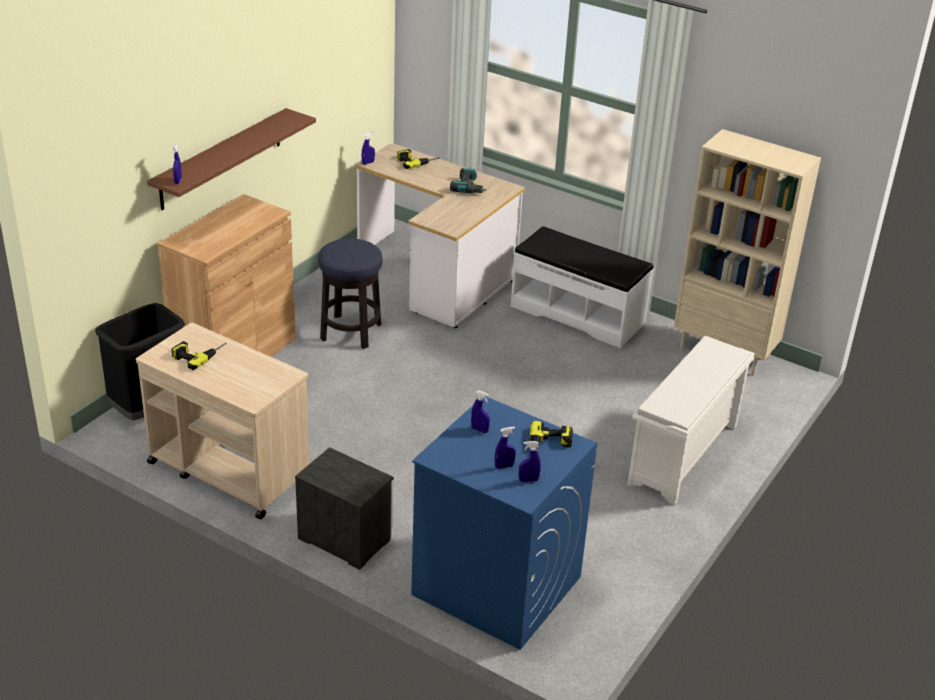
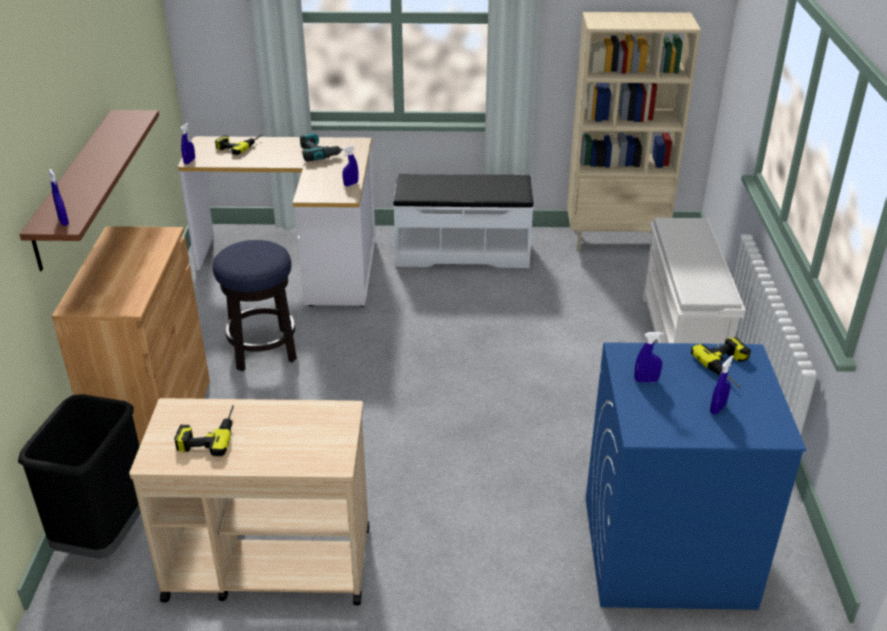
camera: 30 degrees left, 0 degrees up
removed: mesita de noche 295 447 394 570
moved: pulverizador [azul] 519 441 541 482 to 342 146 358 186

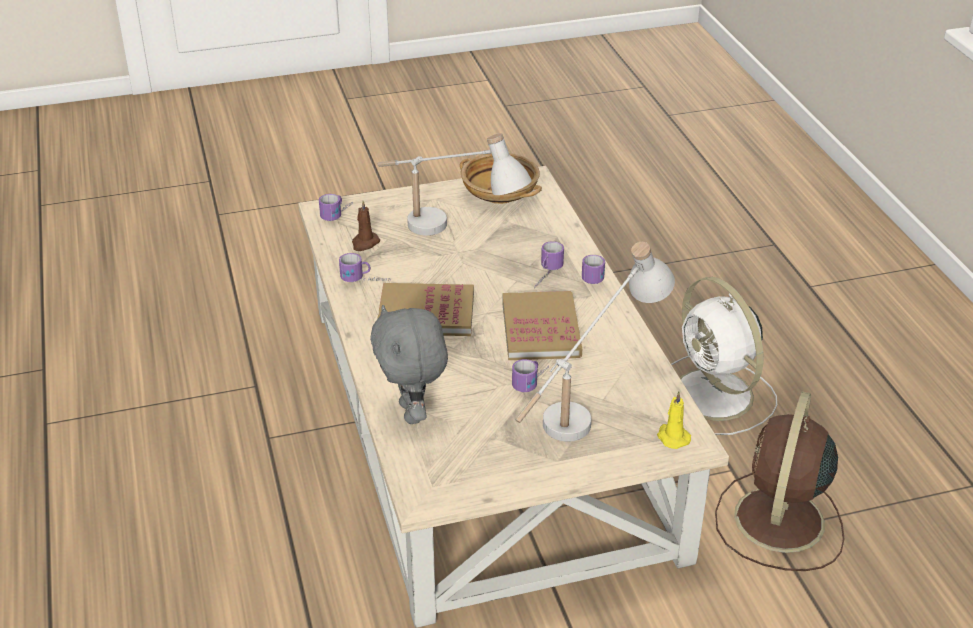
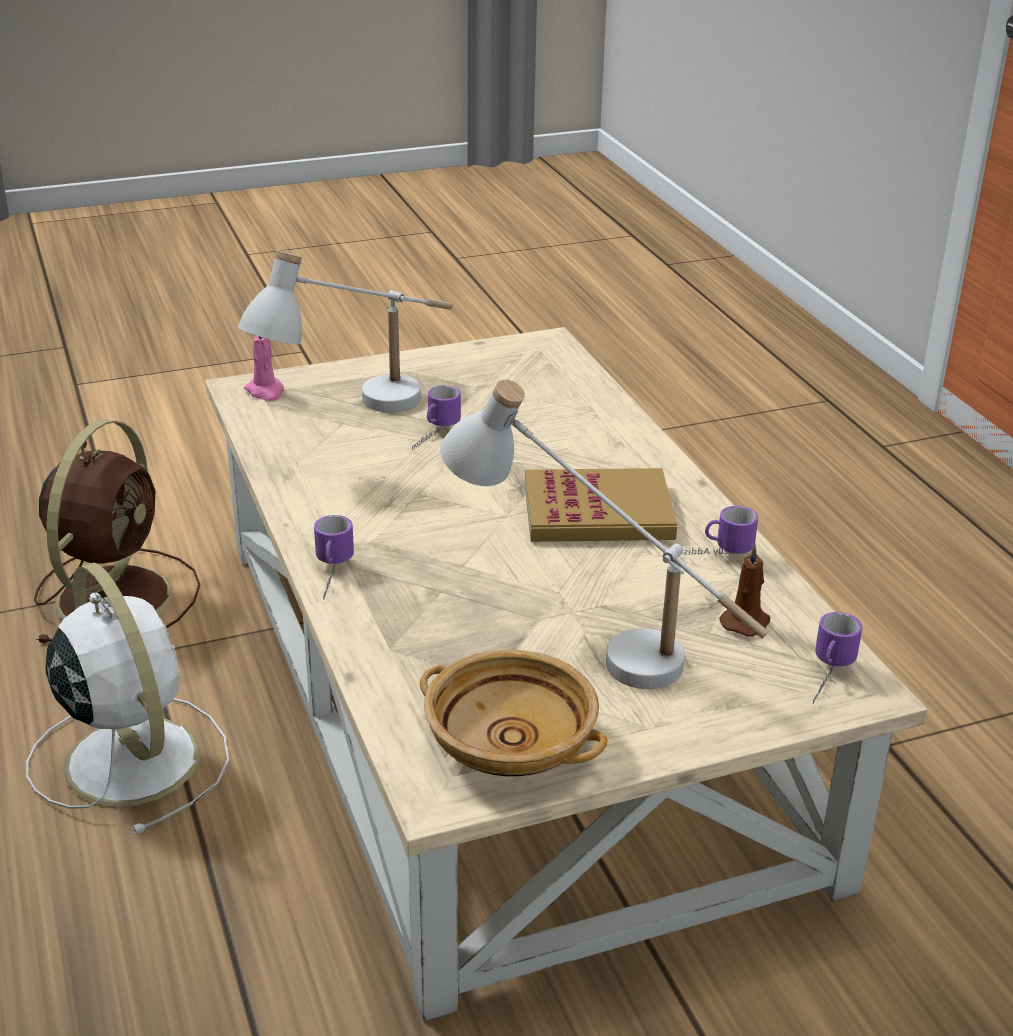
camera: 175 degrees right, 5 degrees down
removed: peluche [gris] 370 305 448 424; libro 502 291 582 360; taza grande 534 241 564 289
recoloured: vela [amarillo] 657 392 691 449 to vela [rosa] 244 336 284 401

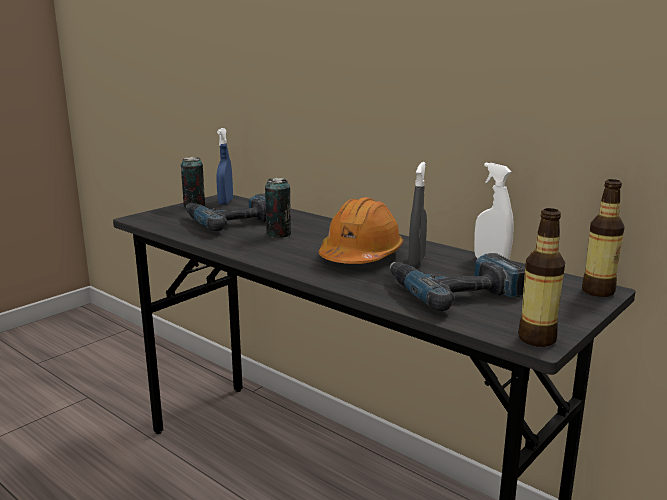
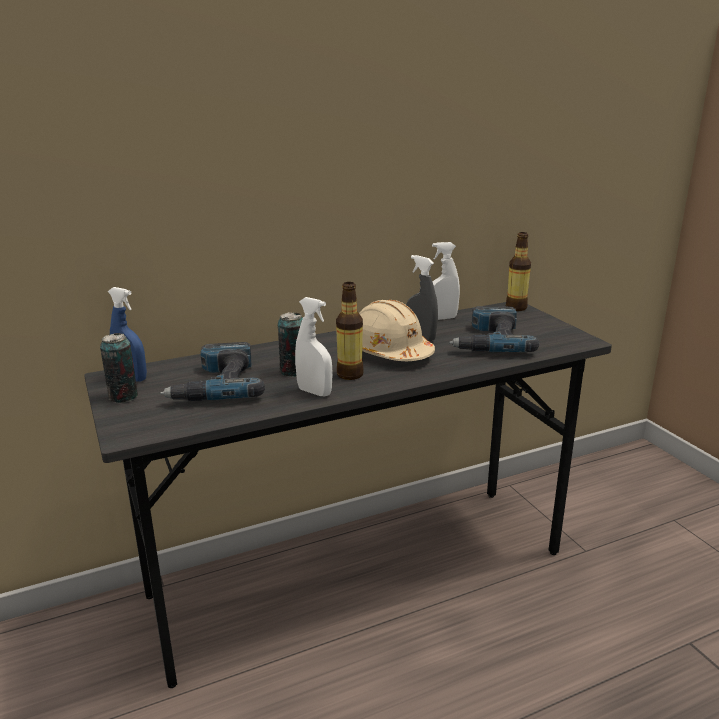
camera: 65 degrees left, 5 degrees up
added: pulverizador [blanco] 295 297 333 397
moved: botella 518 208 565 347 to 336 282 364 380
recoloured: casco [naranja] 319 197 403 264 to casco [beis] 359 300 435 361

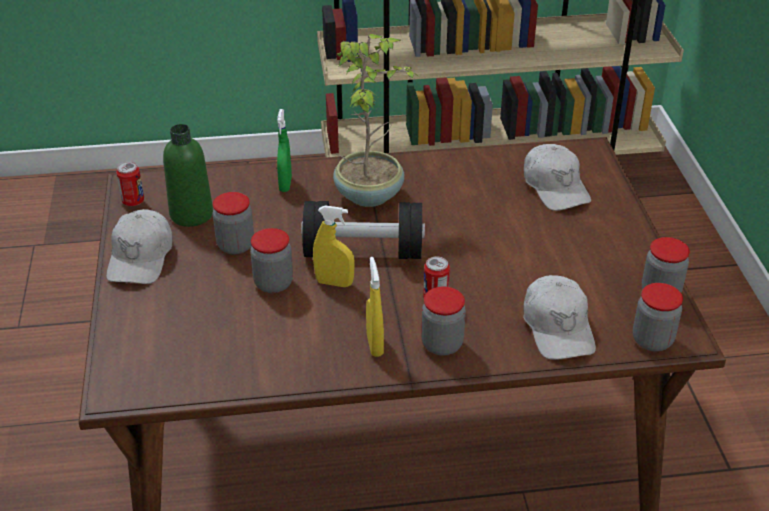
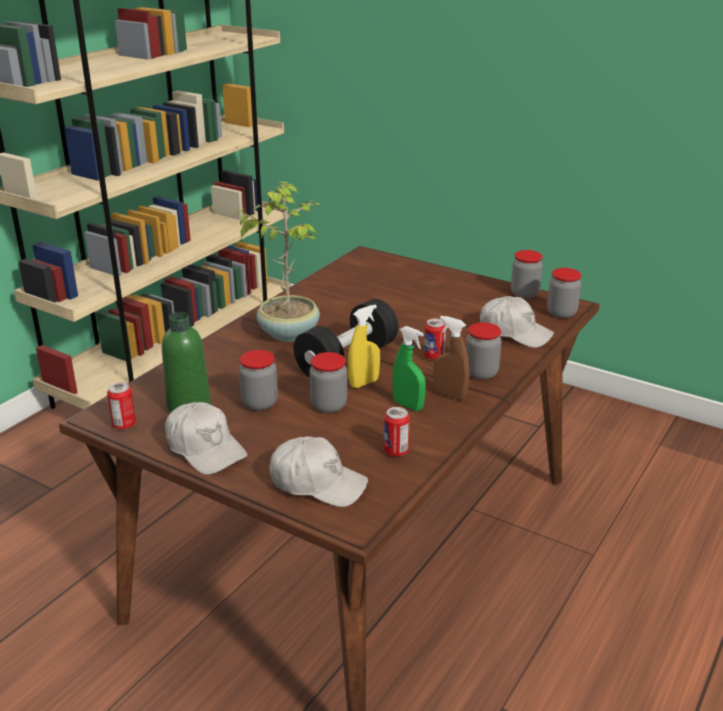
camera: 50 degrees left, 10 degrees down
added: lata 384 407 410 456
moved: gorra [blanco] 524 144 591 211 to 269 436 368 507; pulverizador [verde] 277 109 292 192 to 392 326 426 411
recoloured: pulverizador [amarillo] 366 257 384 357 to pulverizador [marrón] 433 316 469 400

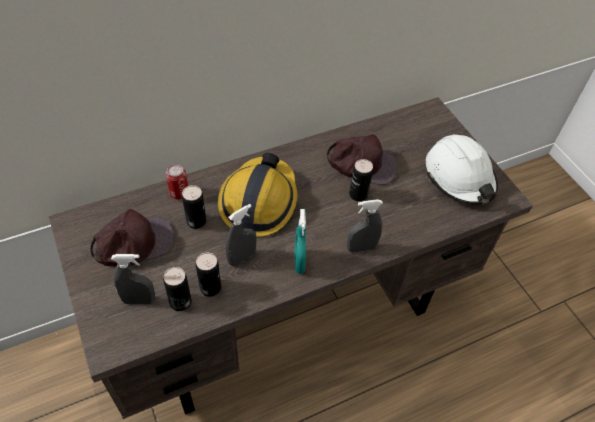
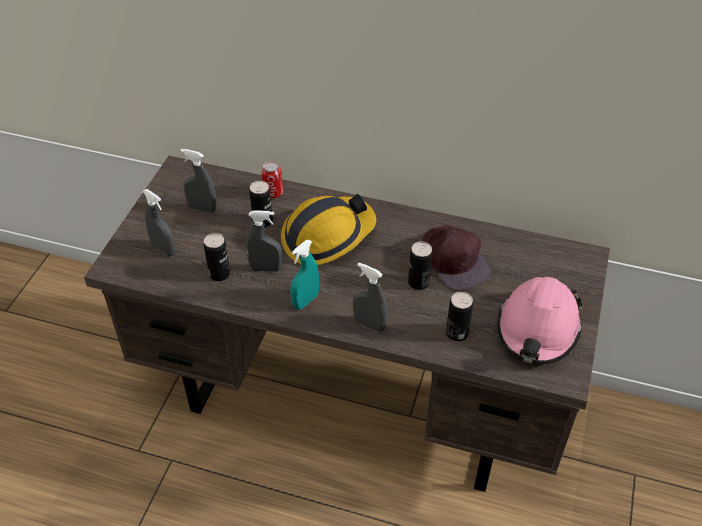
camera: 45 degrees right, 5 degrees down
moved: lata 163 267 191 311 to 446 292 473 341
replaced: gorra [marrón] 90 209 175 267 to pulverizador [gris] 180 149 217 213
recoloured: casco [blanco] 426 134 498 205 to casco [rosa] 497 277 583 365

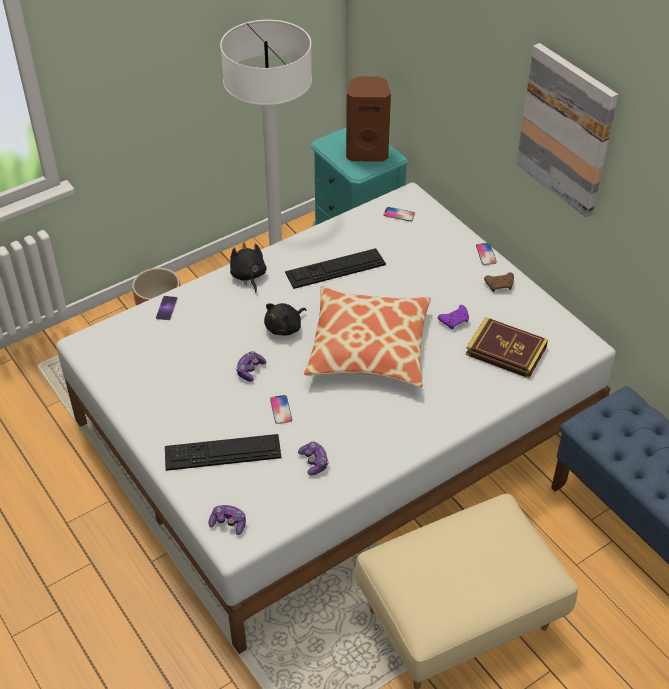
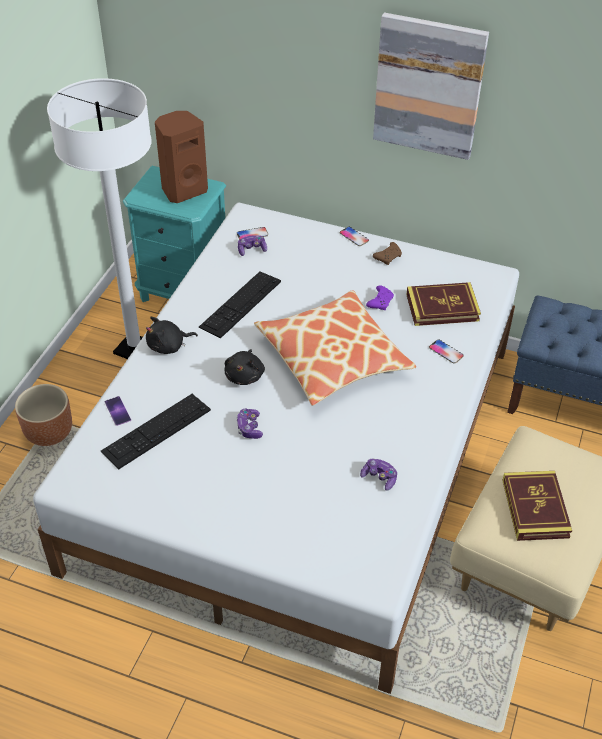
camera: 35 degrees left, 0 degrees up
added: libro 502 471 572 541
moved: teclado 165 434 281 471 to 100 394 211 470; mando de consola 208 505 246 535 to 238 235 267 256; móvil 270 395 292 424 to 429 339 464 364
turned: peluche [negro] 230 242 267 293 = 146 317 198 354 60 degrees counterclockwise

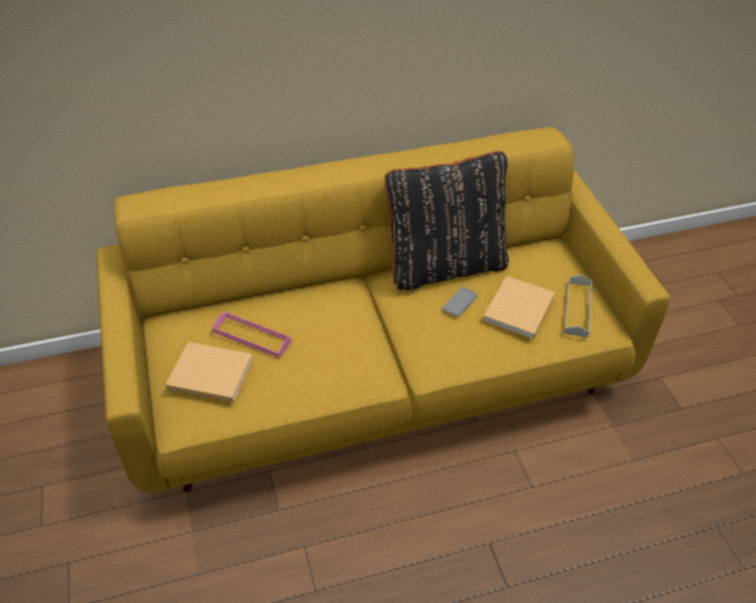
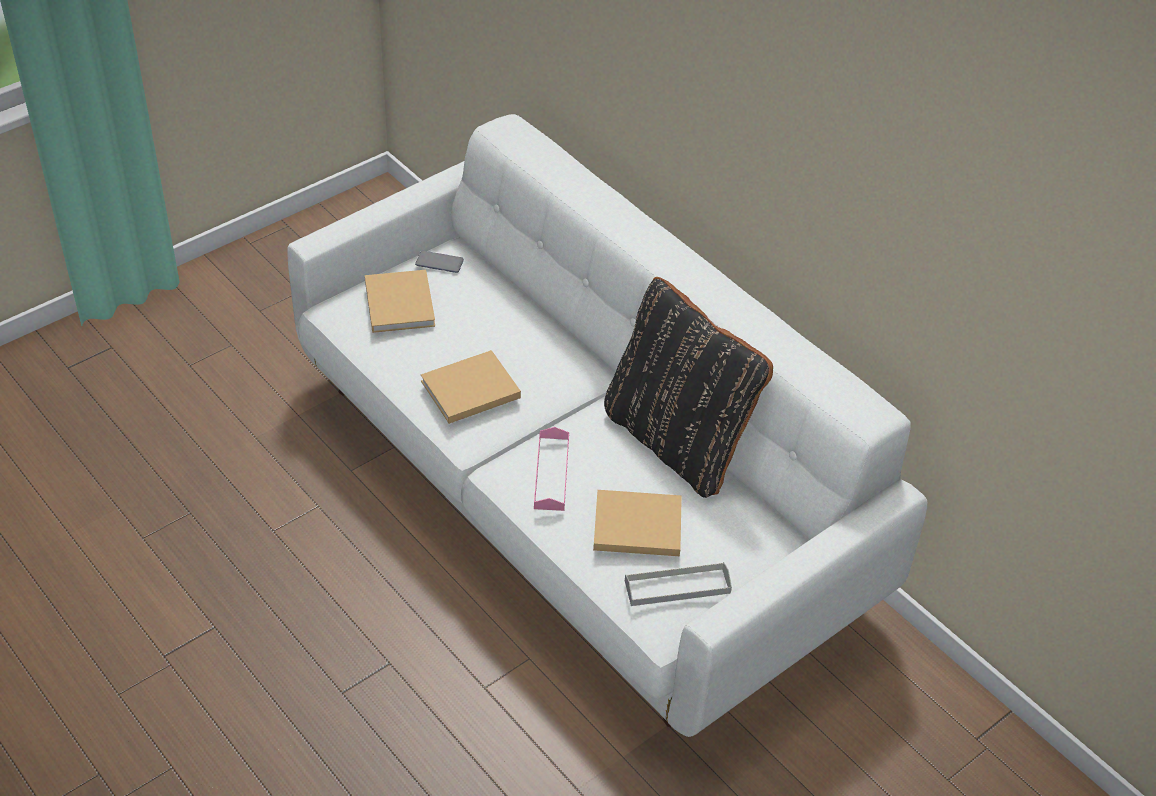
camera: 65 degrees right, 0 degrees up
added: libro [beis] 421 350 521 424
moved: móvil 442 287 478 317 to 415 251 464 273; bandeja [rosa] 213 312 292 358 to 534 427 569 511
recoloured: sofá [amarillo] 96 127 670 492 to sofá [blanco] 287 114 927 737

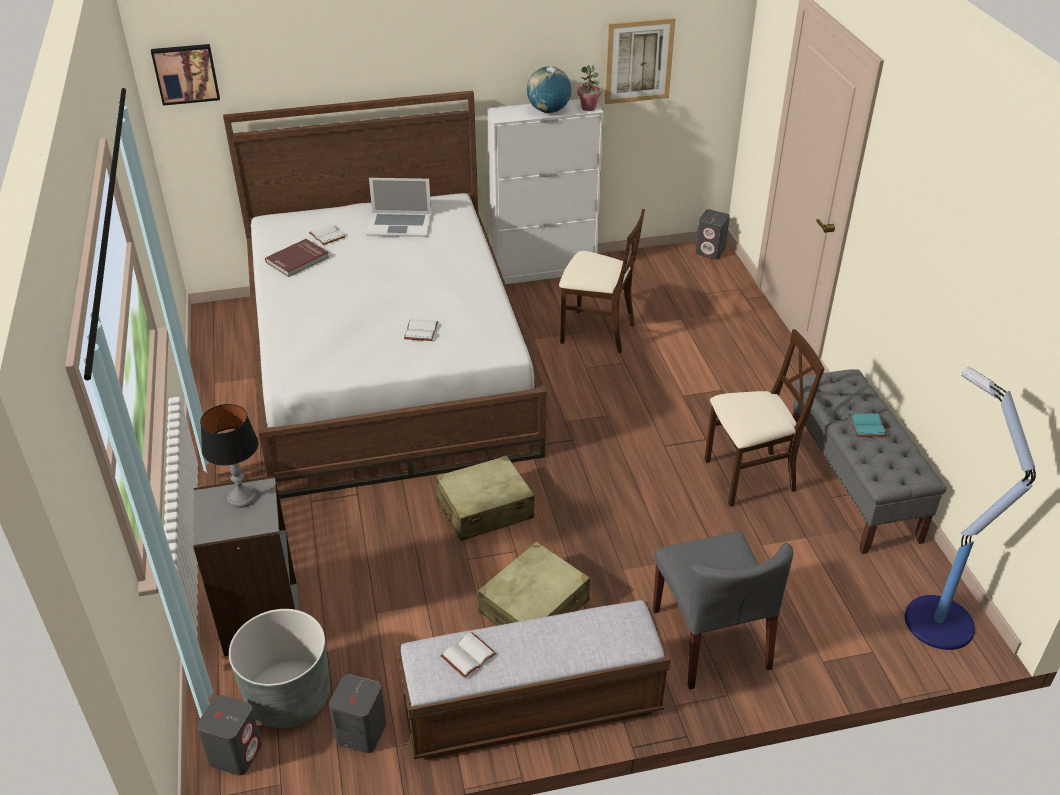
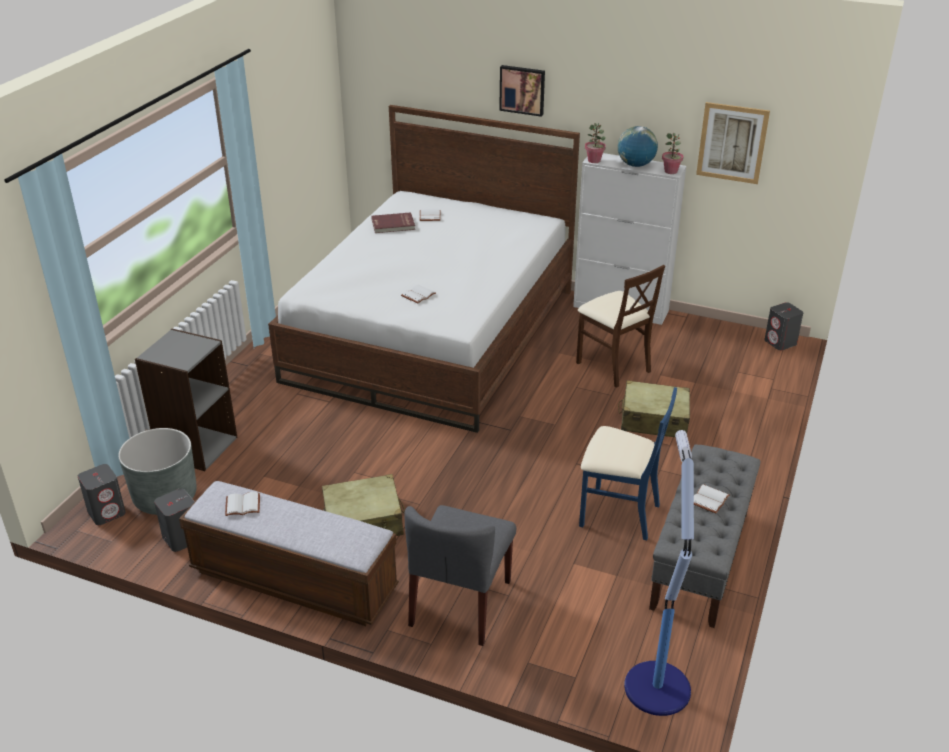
camera: 35 degrees right, 5 degrees down
removed: lámpara de mesa 200 404 258 508; portátil 366 178 431 237
added: planta en maceta 585 123 606 163
moved: cuadro 151 44 220 106 to 499 65 545 117; maleta [beis] 435 455 535 541 to 618 380 690 437
recoloured: silla [beis] 704 329 824 507 to silla [azul] 579 387 677 541; libro [turquesa] 849 413 887 437 to libro [blanco] 694 484 730 514

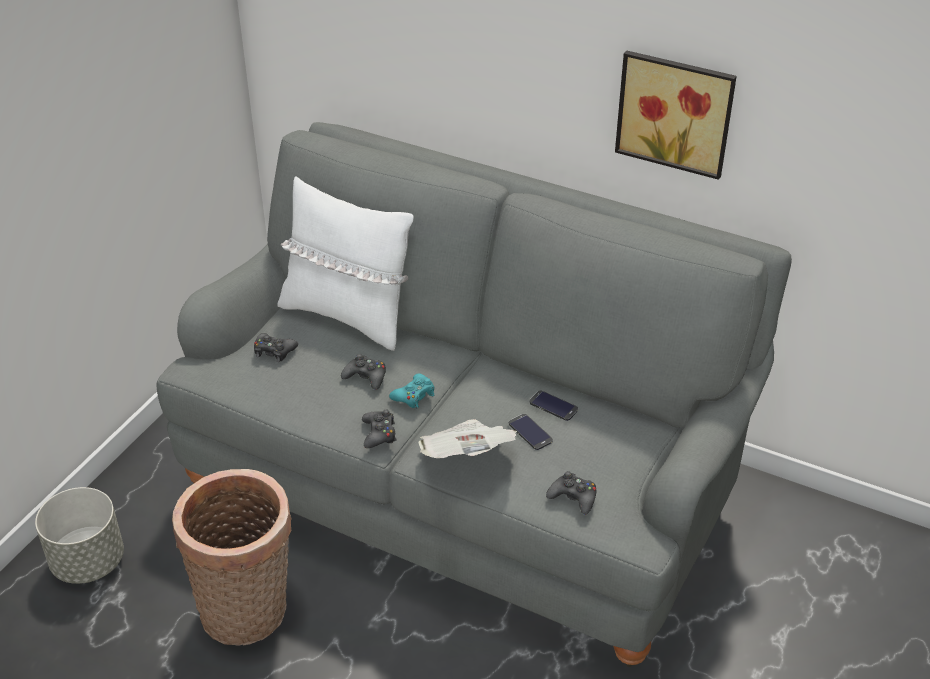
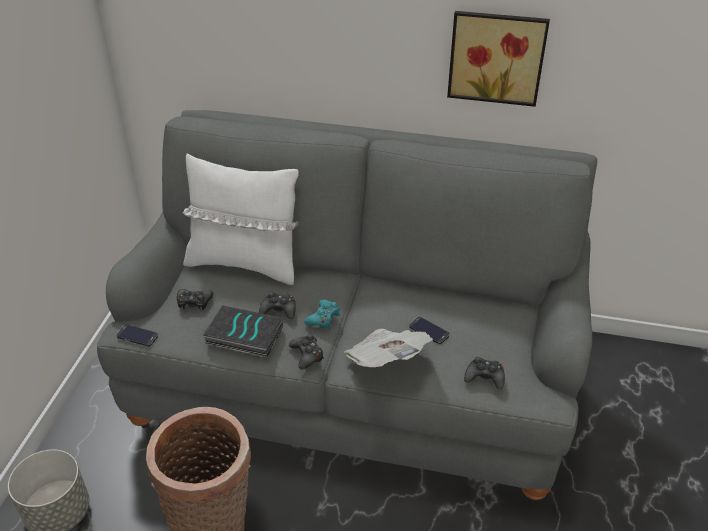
camera: 15 degrees left, 0 degrees up
added: libro 203 305 283 358
moved: móvil 529 391 578 421 to 116 325 158 346

